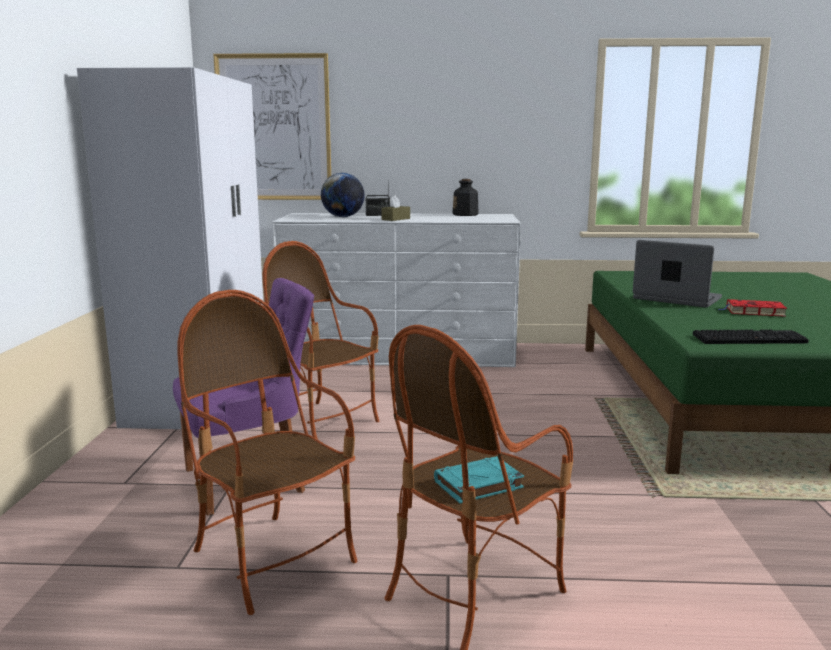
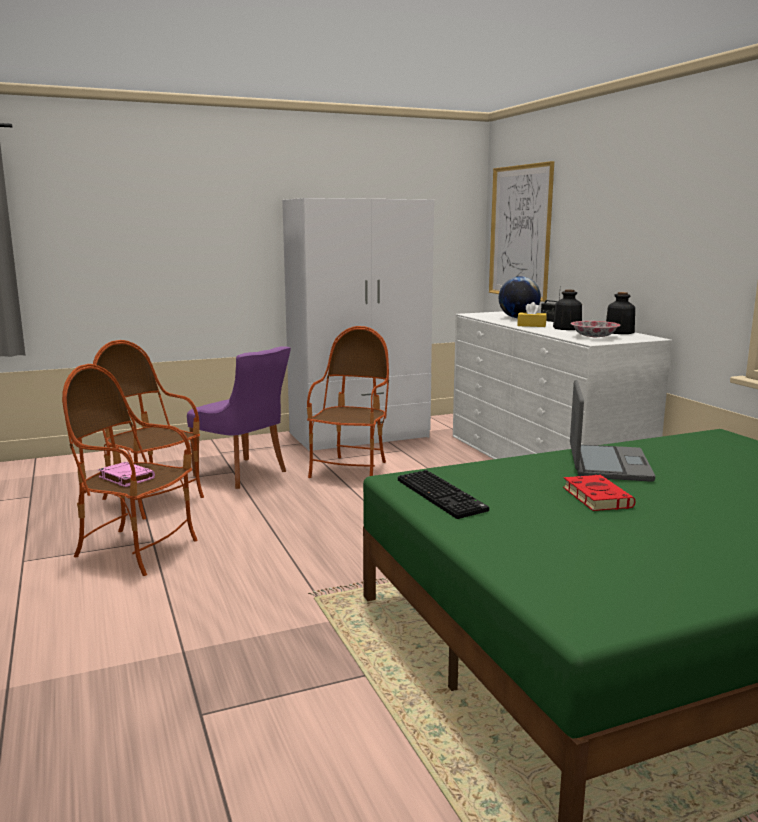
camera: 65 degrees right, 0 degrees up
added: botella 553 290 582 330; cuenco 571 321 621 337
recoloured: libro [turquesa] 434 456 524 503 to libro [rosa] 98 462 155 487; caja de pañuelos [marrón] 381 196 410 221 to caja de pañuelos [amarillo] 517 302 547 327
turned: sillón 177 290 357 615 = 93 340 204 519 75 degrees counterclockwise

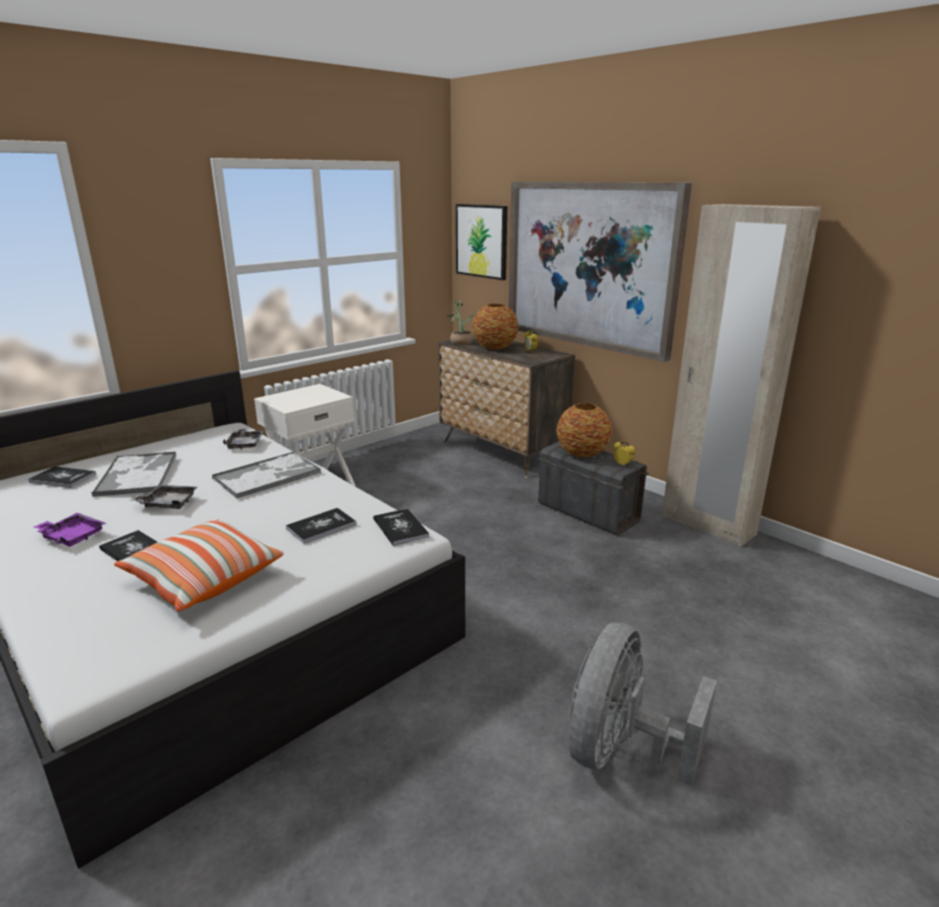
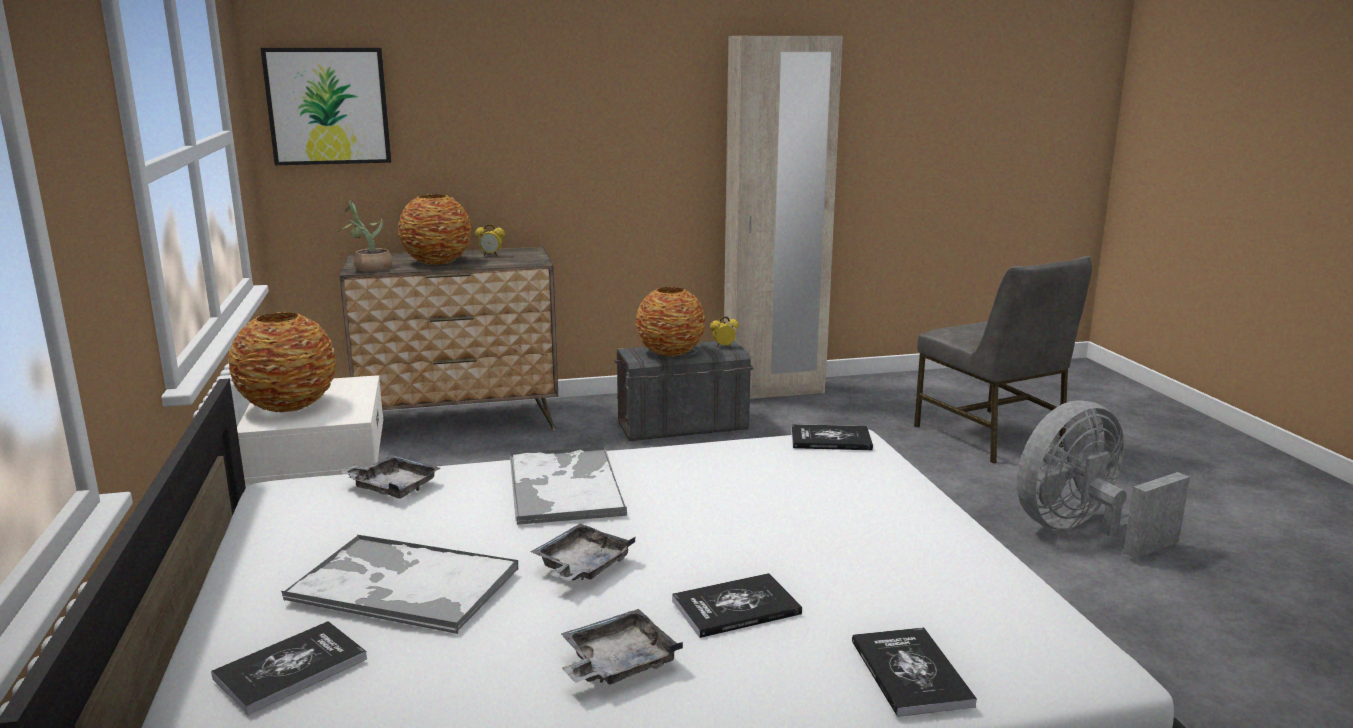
camera: 60 degrees left, 5 degrees down
removed: cojín 114 520 284 611; cuadro 509 182 692 362
added: florero 228 312 336 412; silla [gris] 914 256 1092 464
moved: libro 286 508 356 544 to 852 627 977 717
recoloured: bandeja [morado] 34 513 106 547 to bandeja [gris] 561 609 683 685
turned: ventilador [gris] 569 622 717 786 = 1017 400 1190 559 90 degrees clockwise

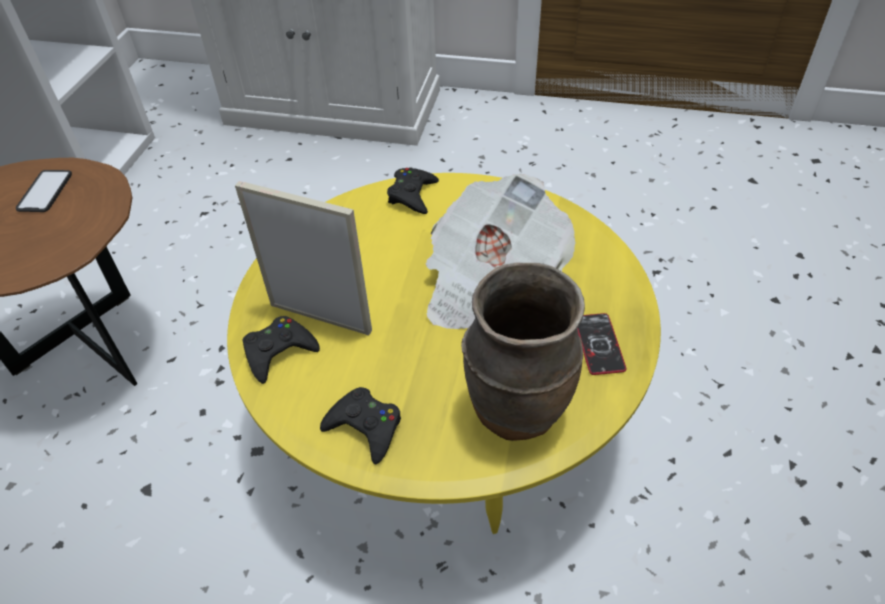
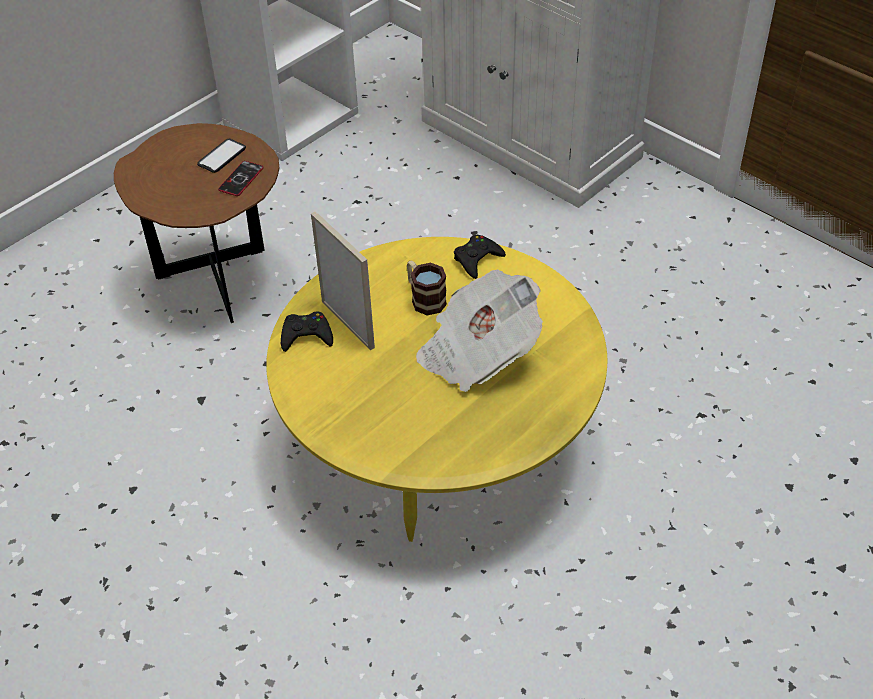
camera: 30 degrees right, 0 degrees up
removed: mando de consola [negro] 320 387 401 464; florero [marrón] 461 263 585 441
added: taza grande 407 261 447 316
moved: móvil 577 313 627 375 to 218 161 263 196

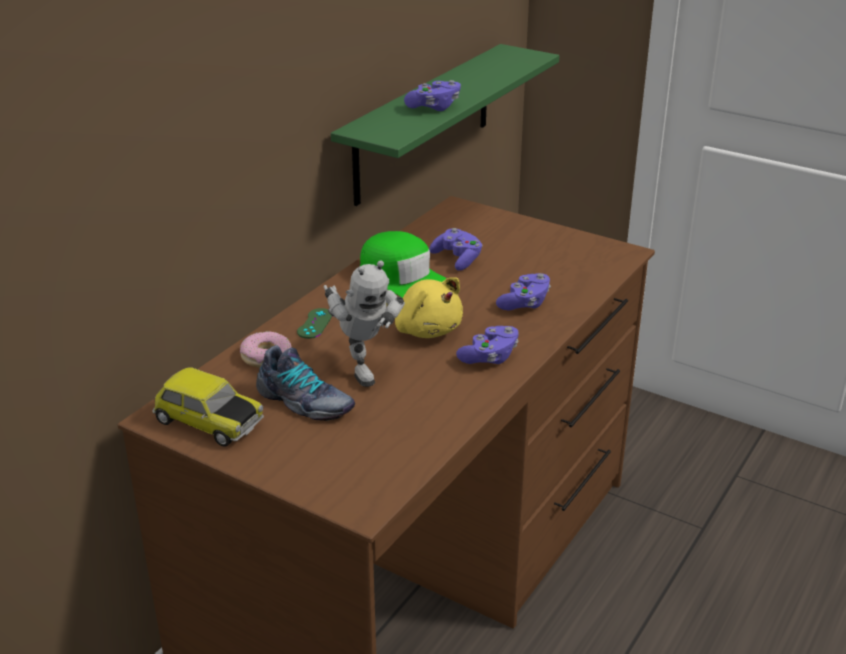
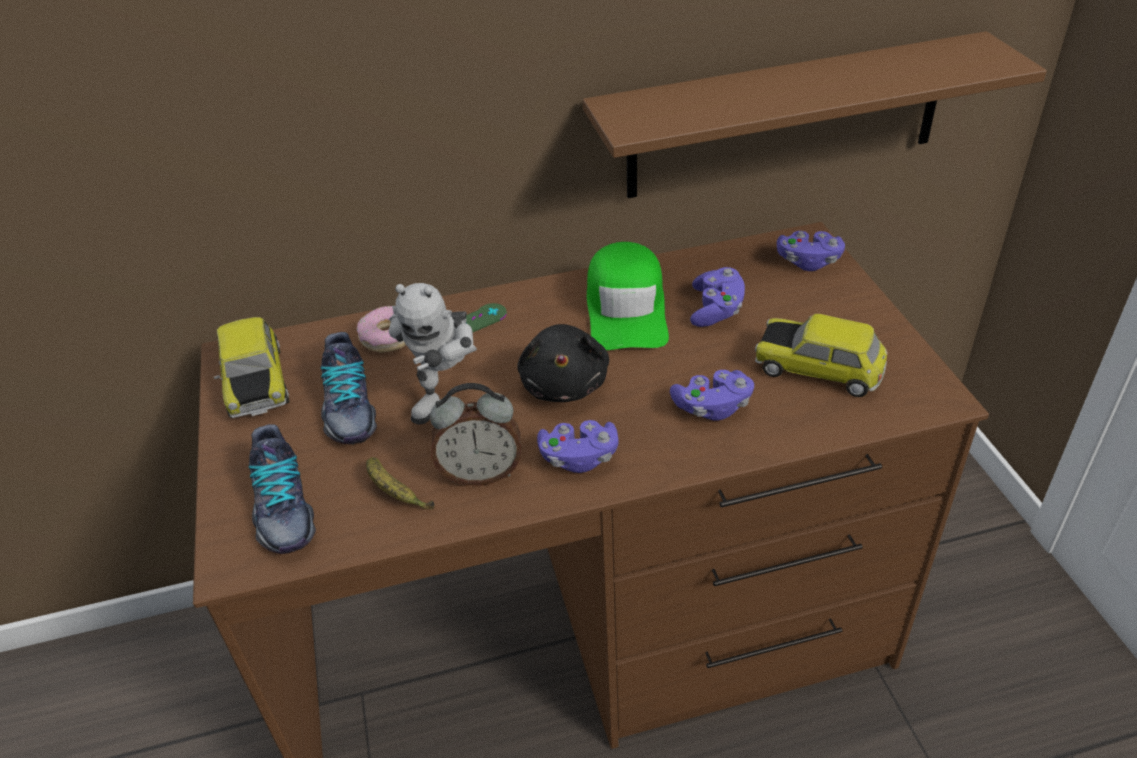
camera: 45 degrees right, 10 degrees up
added: zapato 248 424 316 554; plátano 366 457 435 510; despertador 430 383 521 486; coche de juguete 755 314 888 397
moved: mando de consola [morado] 404 80 461 111 to 777 231 845 271
recoloured: peluche [amarillo] 386 277 463 338 to peluche [negro] 517 324 609 402; estante [verde] 331 44 559 206 to estante [marrón] 583 31 1047 198

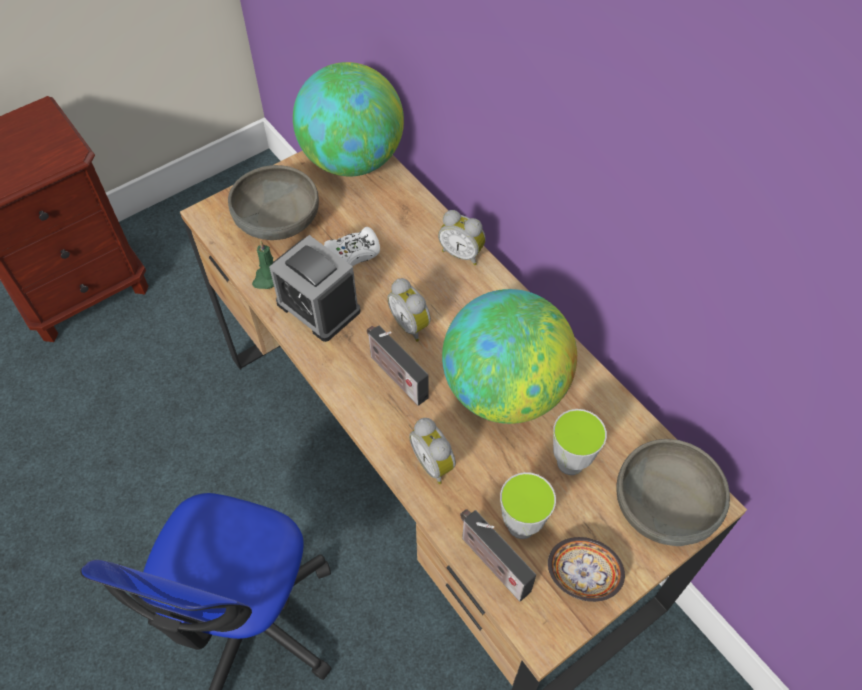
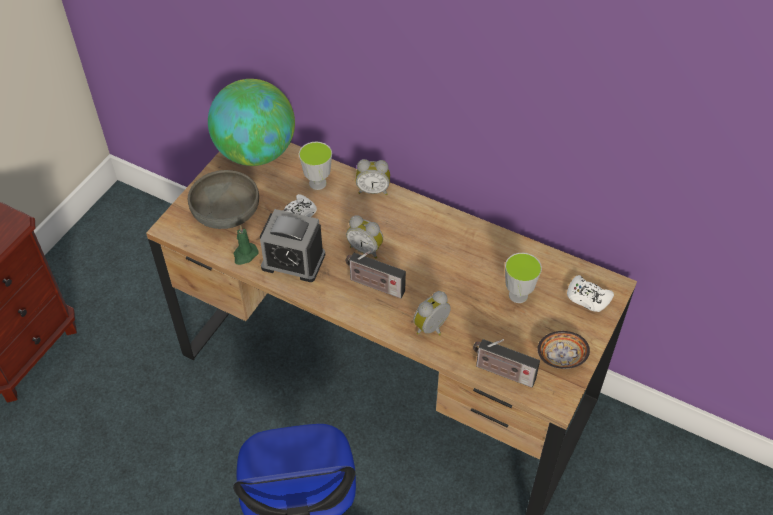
camera: 25 degrees left, 5 degrees down
removed: globo terráqueo 442 289 577 424
moved: taza 500 472 556 539 to 299 142 332 190
replaced: cuenco [gris] 616 439 730 546 to mando de consola [blanco] 567 275 614 312
turned: despertador 409 418 456 484 = 413 291 451 335 105 degrees clockwise

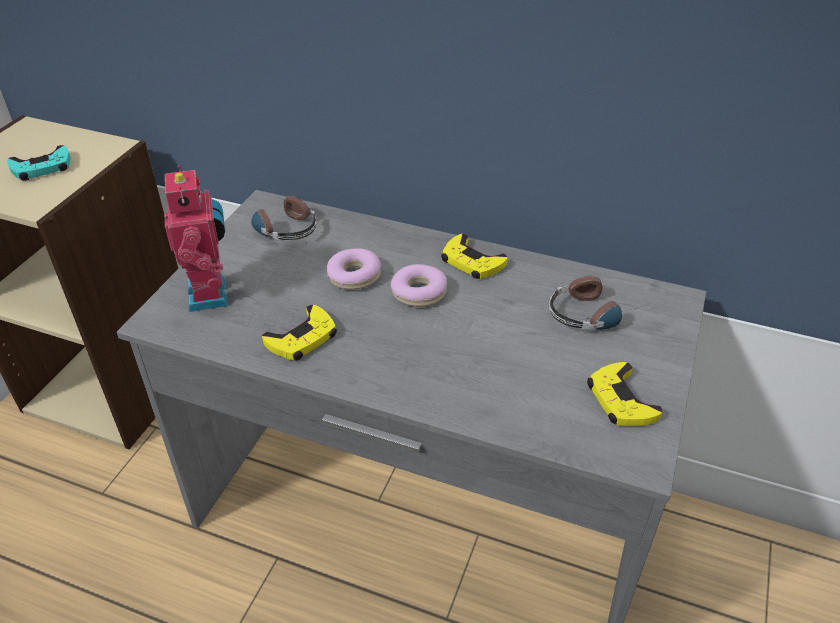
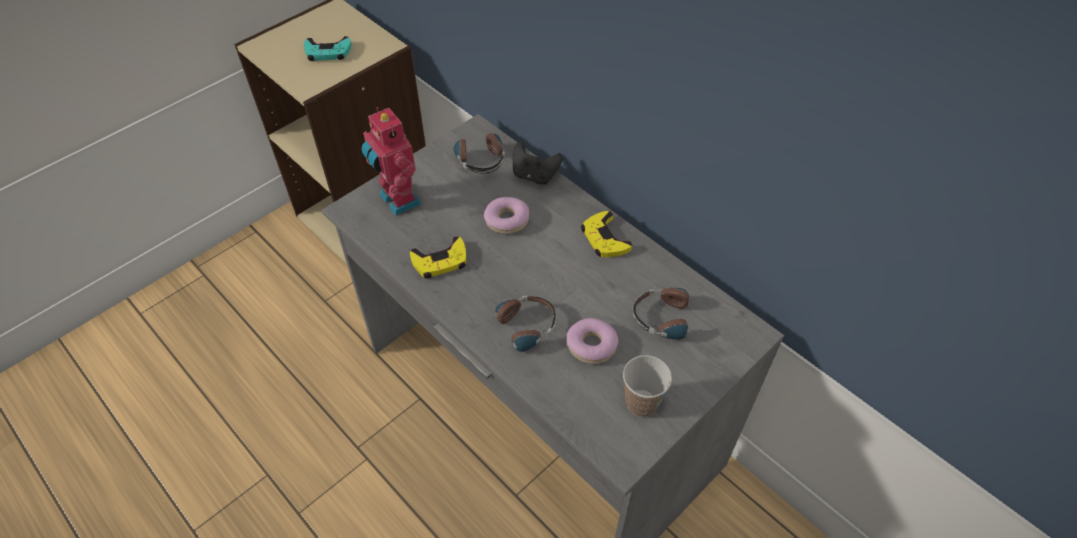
camera: 25 degrees right, 10 degrees up
added: auriculares 471 296 557 352; mando de consola [negro] 513 142 563 185
moved: rosquilla 390 264 447 307 to 567 318 618 364
replaced: mando de consola [amarillo] 587 362 662 426 to taza 623 355 672 417
turned: robot de juguete 164 165 228 312 = 362 107 422 216 135 degrees clockwise

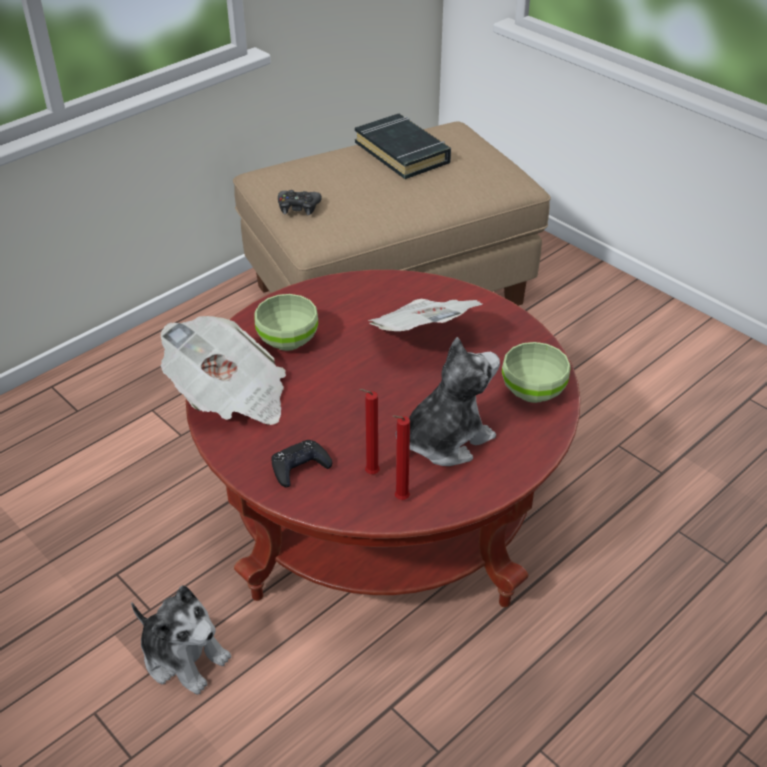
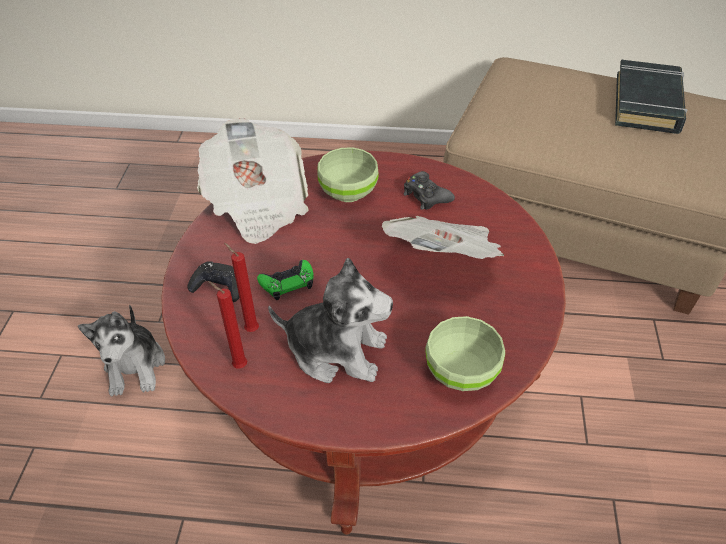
camera: 50 degrees right, 5 degrees up
added: mando de consola [verde] 257 260 314 300
moved: mando de consola [negro] 278 190 322 215 to 404 171 455 210

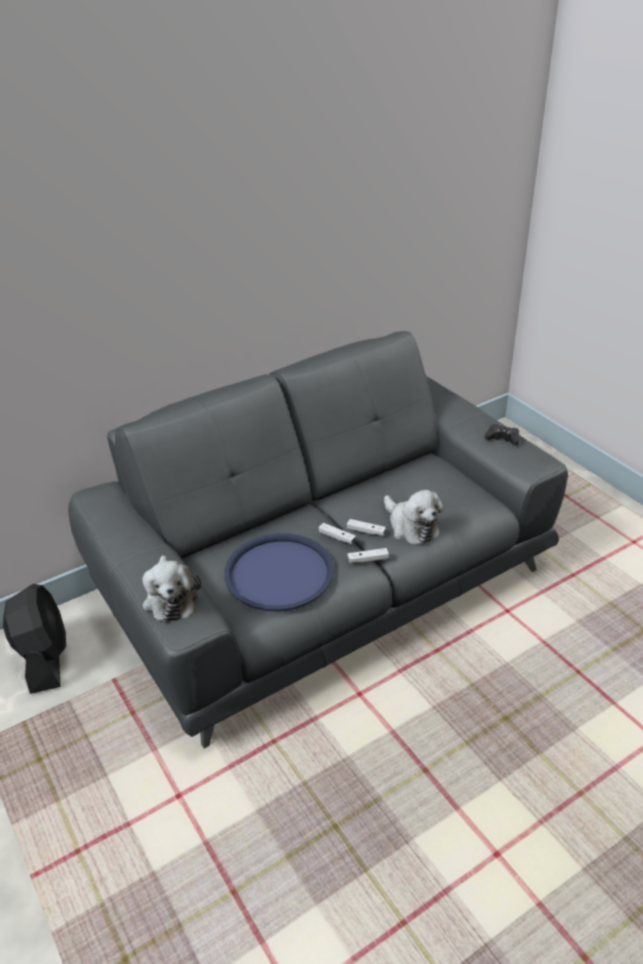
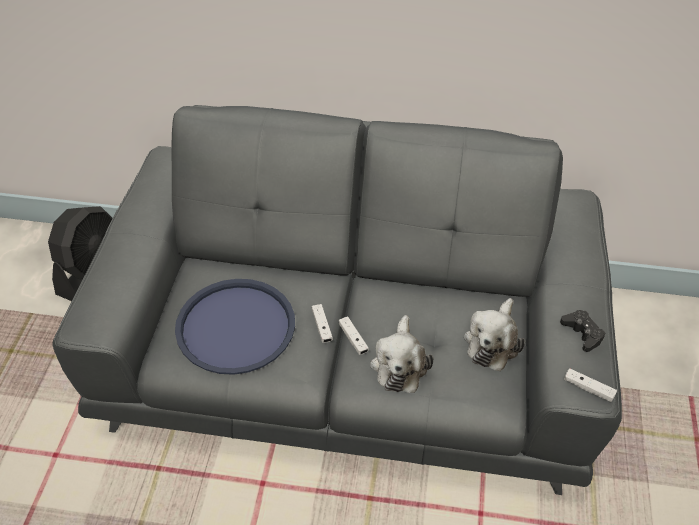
camera: 40 degrees right, 10 degrees up
moved: peluche 142 555 201 623 to 464 298 525 371; mando de consola [blanco] 347 548 389 563 to 564 368 617 402

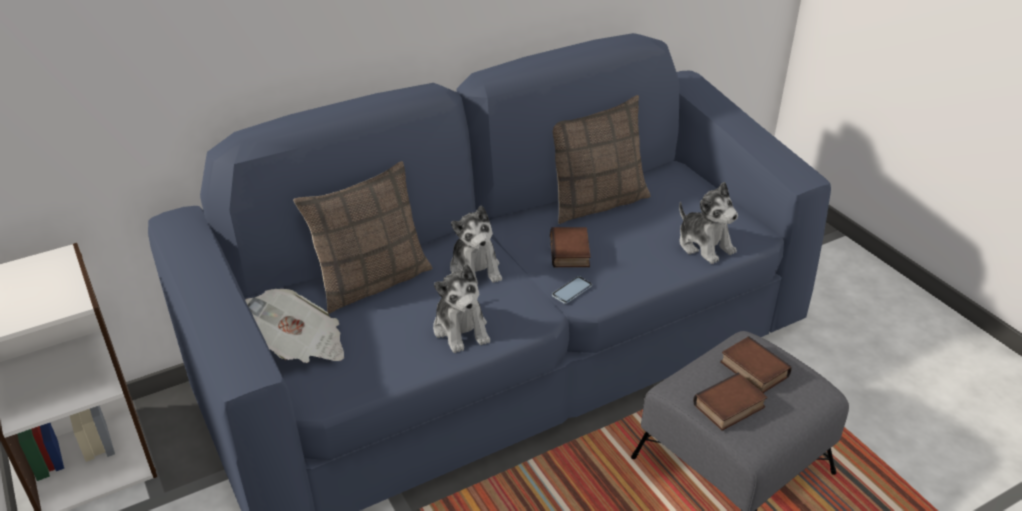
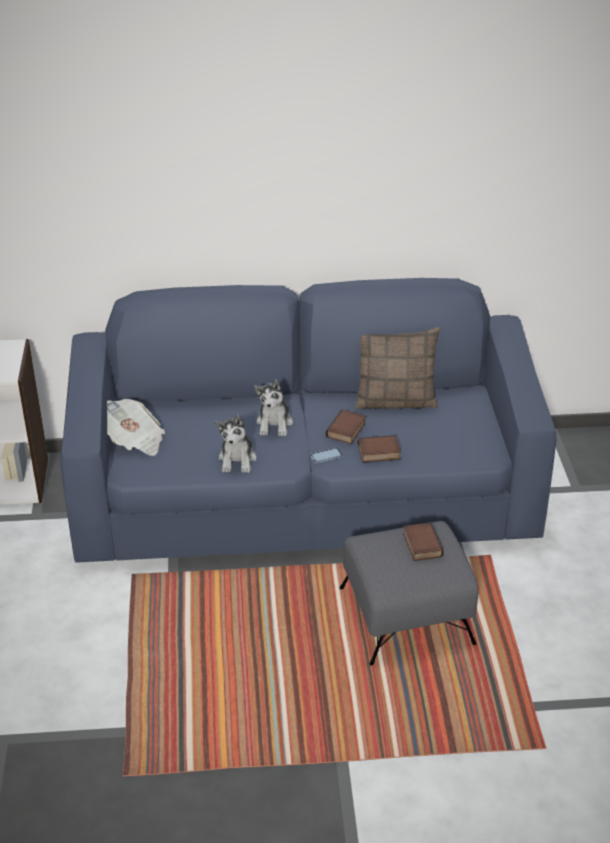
camera: 25 degrees right, 0 degrees up
removed: cojín 293 161 432 314; peluche 679 182 738 264
moved: libro 693 373 767 431 to 358 435 401 463

